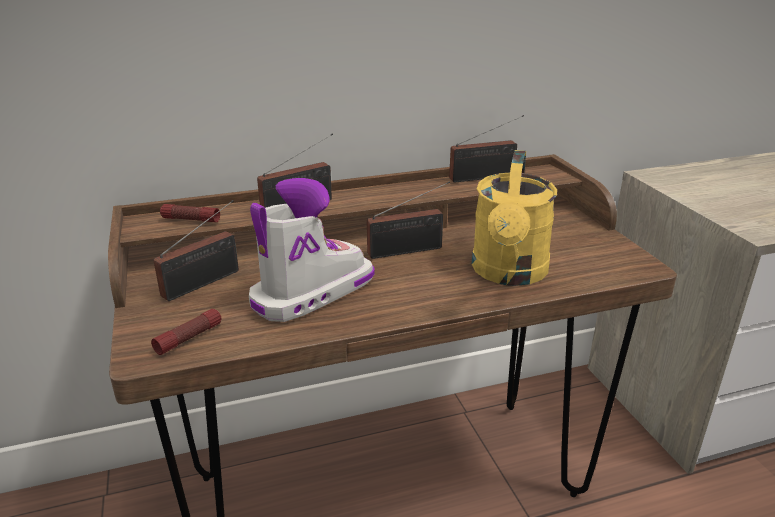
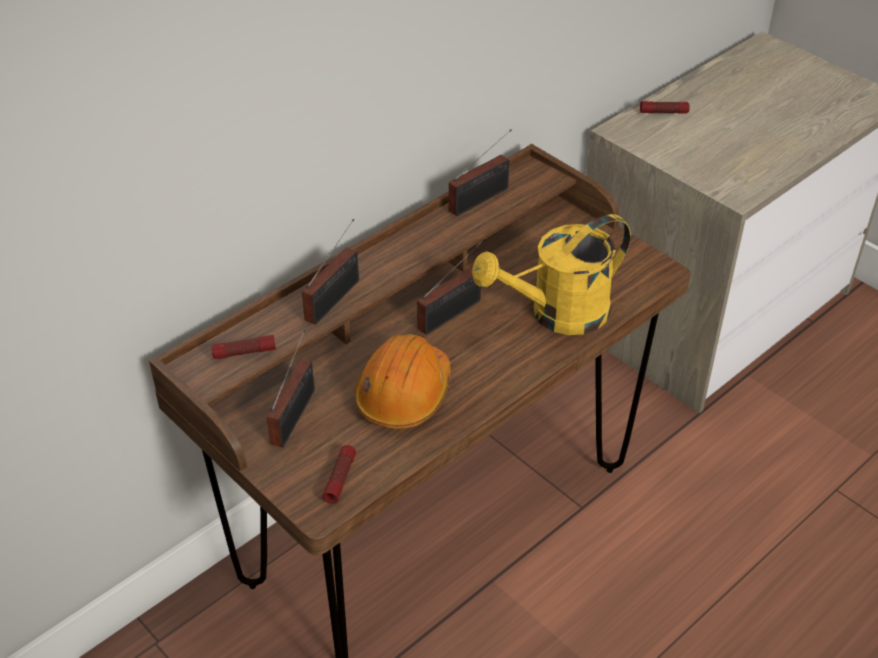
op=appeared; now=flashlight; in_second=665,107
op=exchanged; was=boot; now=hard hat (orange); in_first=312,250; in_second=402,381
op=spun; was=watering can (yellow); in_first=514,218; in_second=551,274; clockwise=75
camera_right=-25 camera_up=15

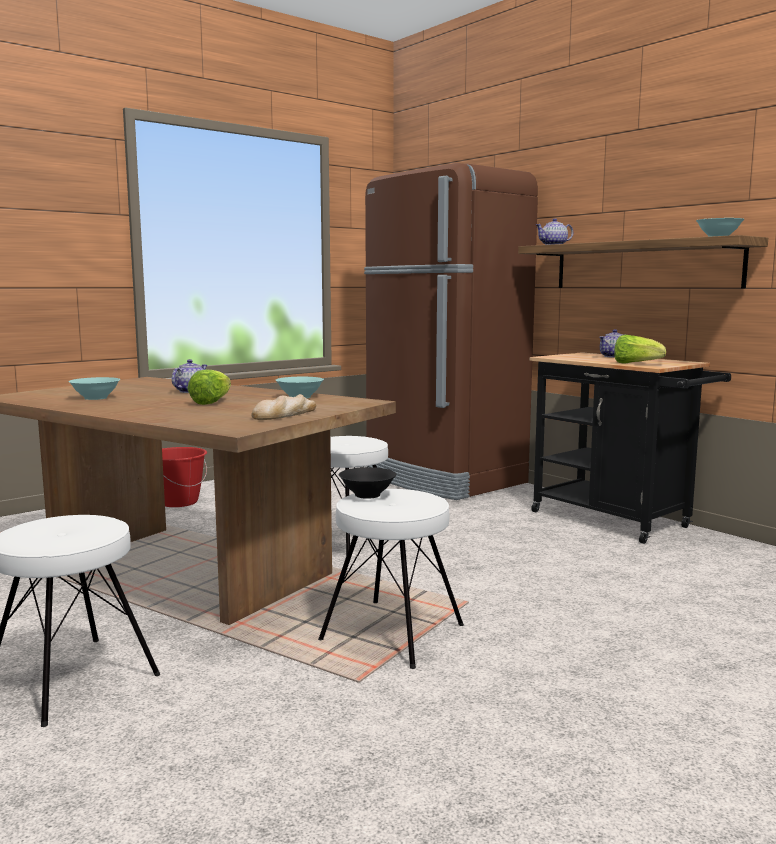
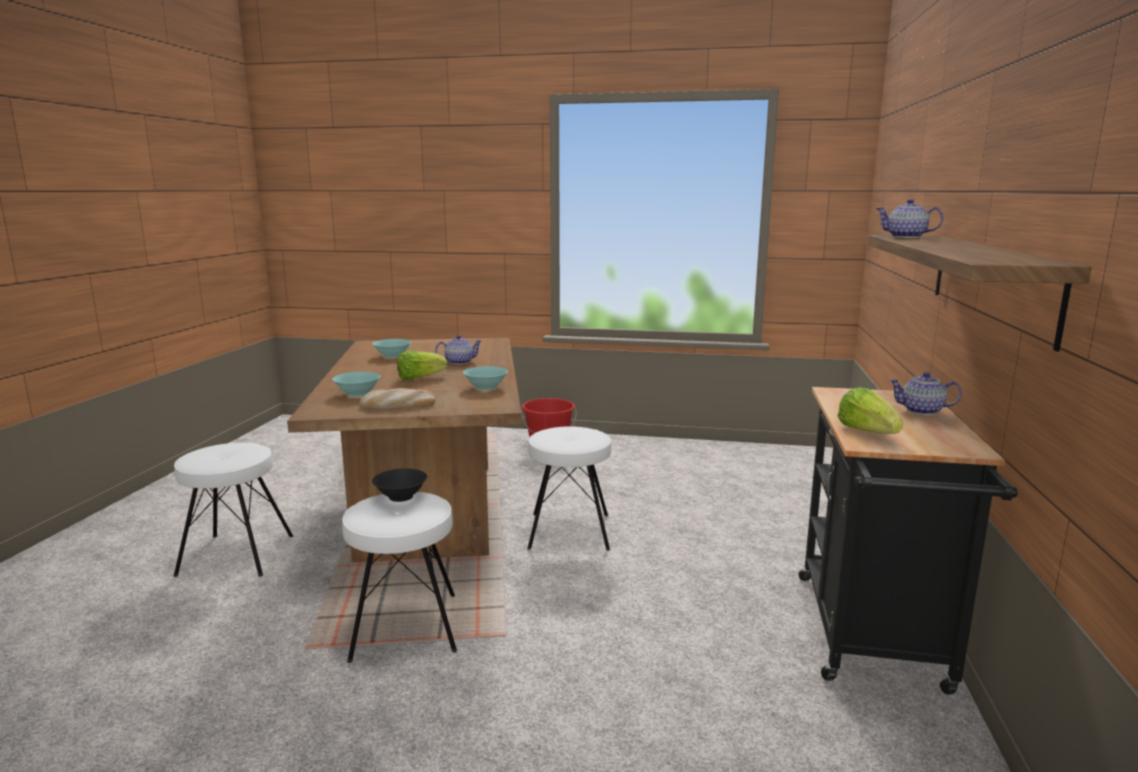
op=missing; was=fridge (brown); in_first=451,331
op=relocated; was=bowl (turquoise); in_first=720,227; in_second=356,384
camera_right=50 camera_up=5

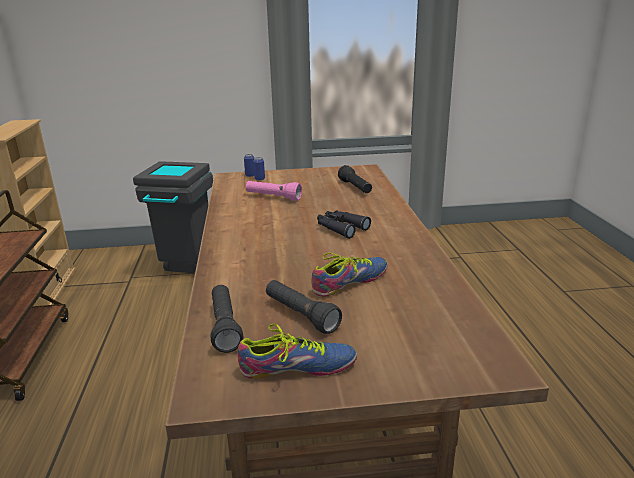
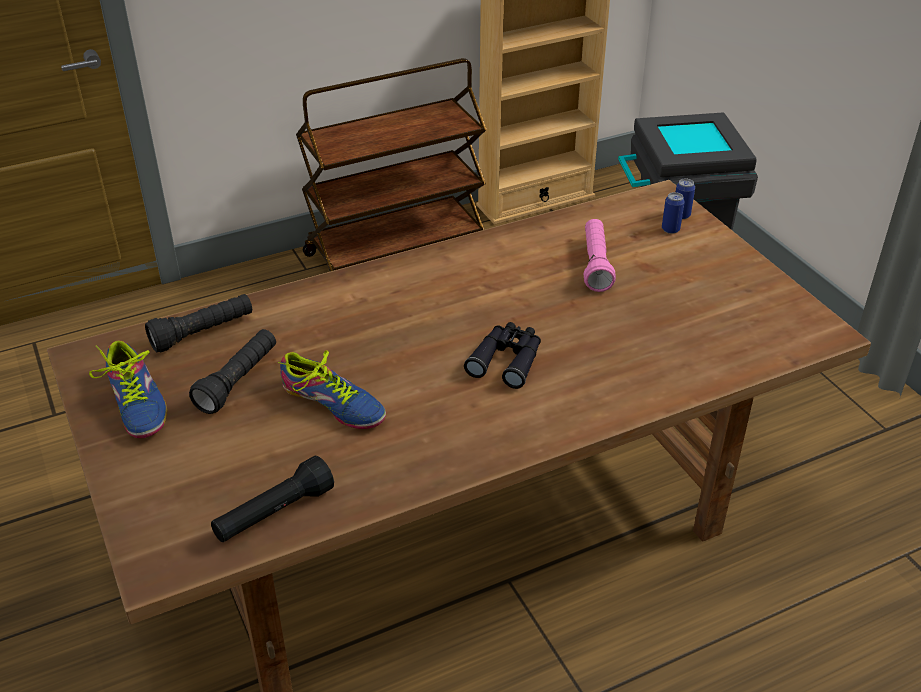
op=relocated; was=flashlight (black); in_first=355,179; in_second=272,499
camera_right=70 camera_up=15

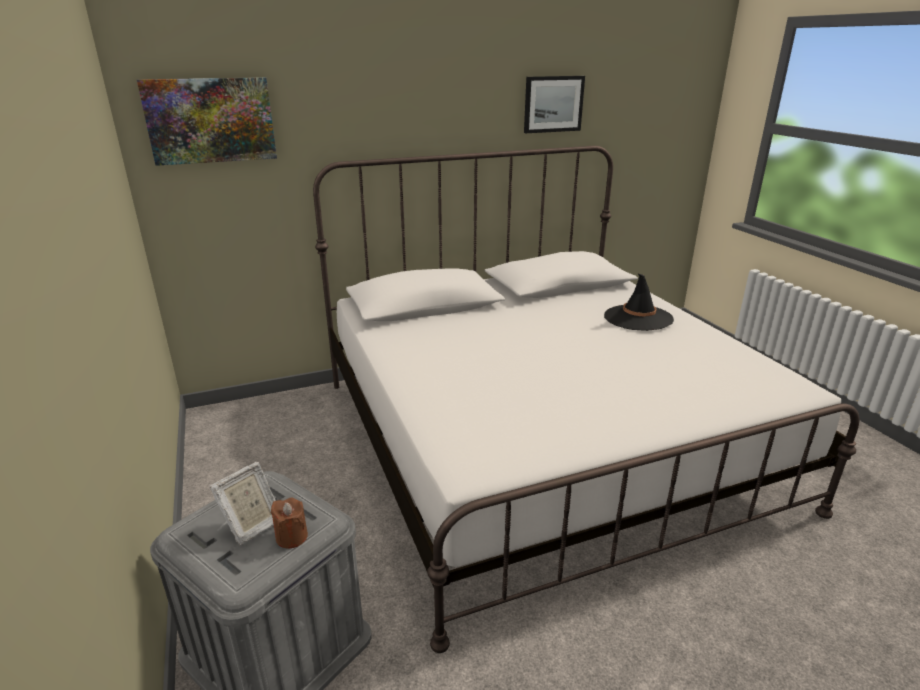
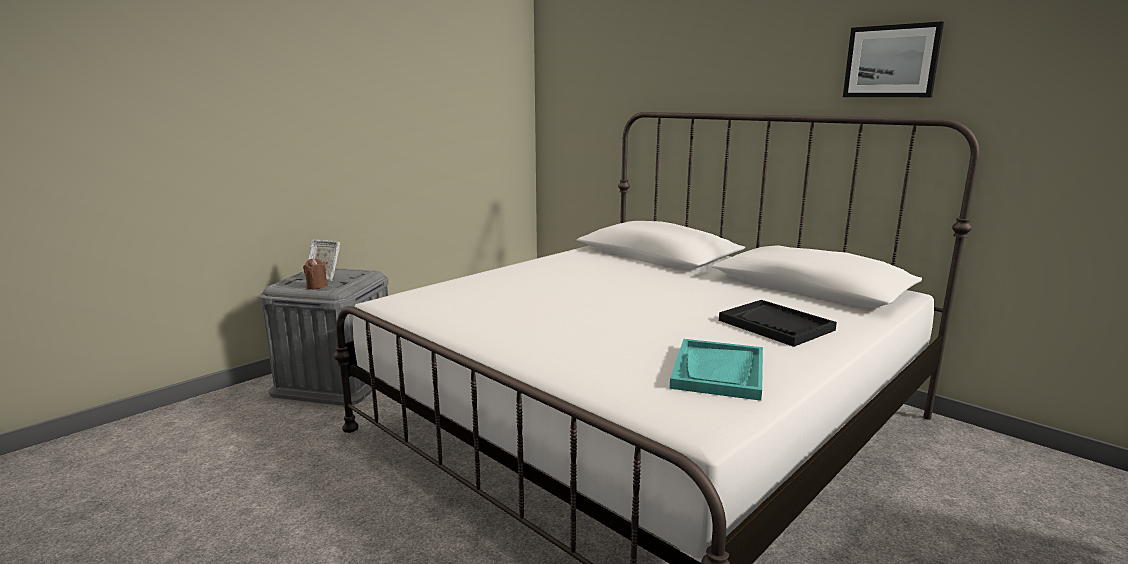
op=missing; was=picture; in_first=207,121
op=appeared; now=tray (turquoise); in_second=716,370
op=exchanged; was=hat (black); now=tray (black); in_first=639,302; in_second=778,323
camera_right=65 camera_up=-10

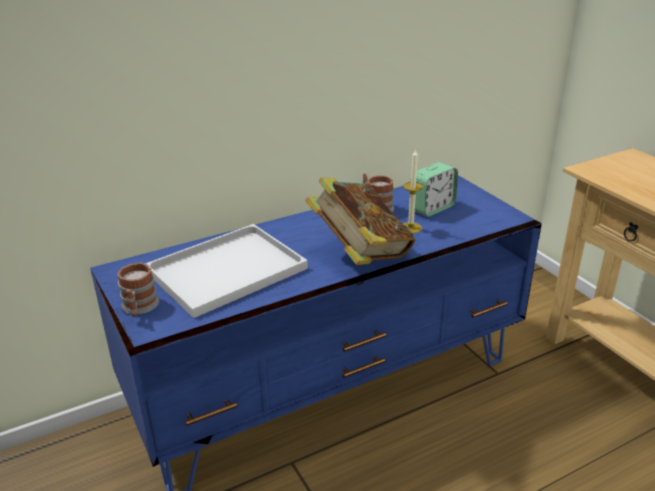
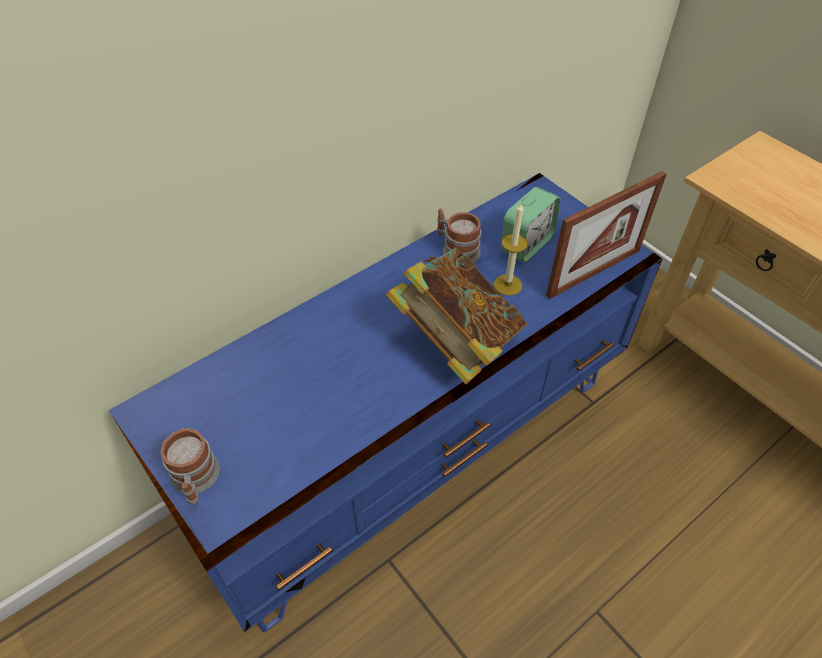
op=missing; was=tray (white); in_first=227,271
op=appeared; now=picture frame; in_second=606,235
camera_right=-10 camera_up=20

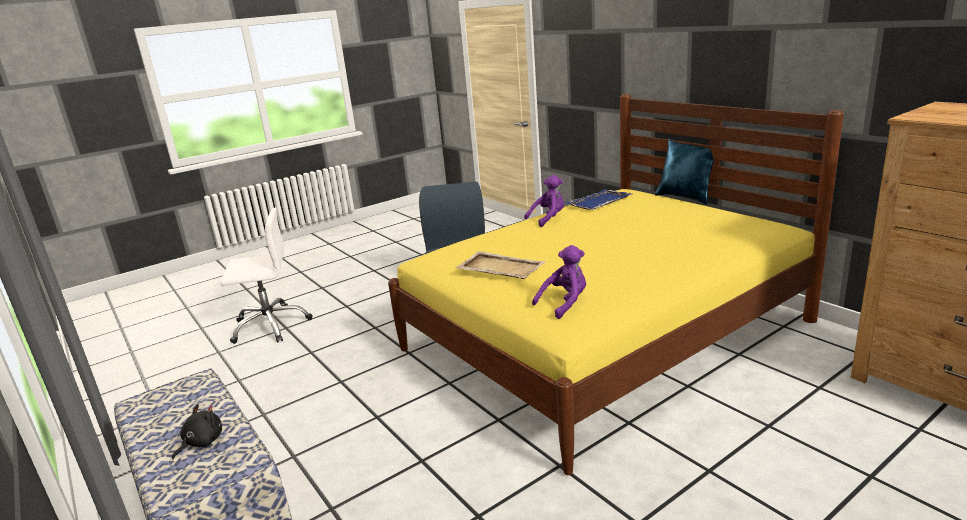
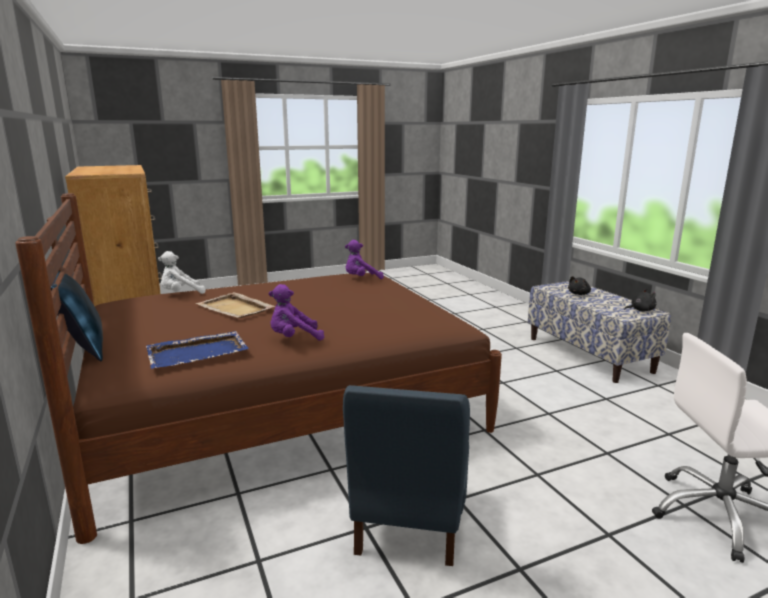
op=appeared; now=plush toy (white); in_second=181,272
op=appeared; now=plush toy (black); in_second=640,300
op=relocated; was=tray (beige); in_first=500,265; in_second=235,305
op=colour; was=bed (yellow); now=bed (brown); in_first=616,284; in_second=258,368
camera_right=-170 camera_up=-5

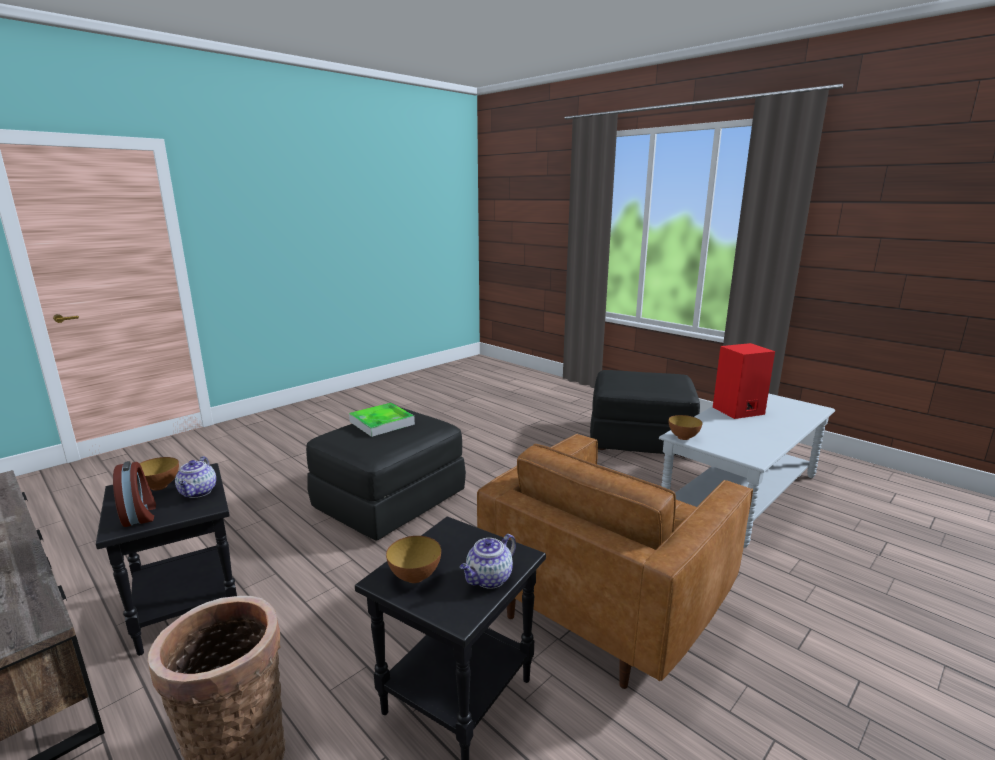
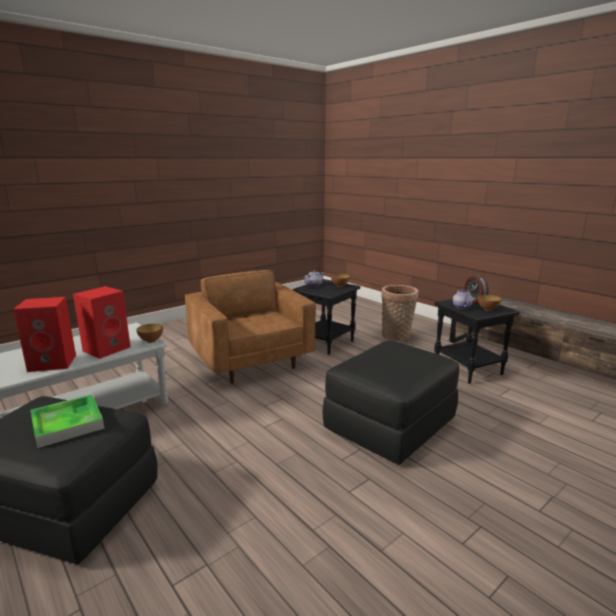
op=appeared; now=speaker (red); in_second=102,322
op=relocated; was=tray; in_first=382,420; in_second=67,421
op=spun; was=armchair (brown); in_first=615,561; in_second=250,327; clockwise=-75
camera_right=-175 camera_up=0

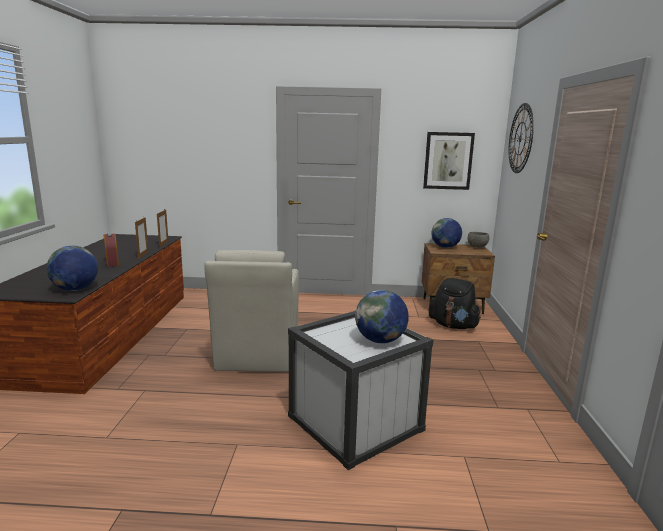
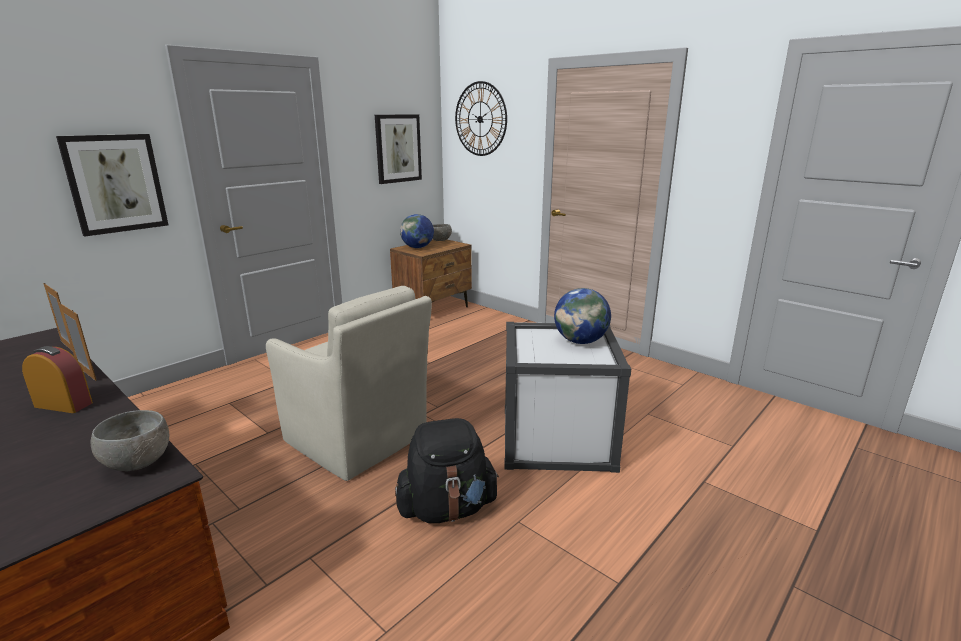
op=appeared; now=picture; in_second=112,185
op=relocated; was=backpack (black); in_first=455,303; in_second=447,470
op=exchanged; was=globe; now=bowl (grey); in_first=72,268; in_second=129,440
camera_right=-50 camera_up=5

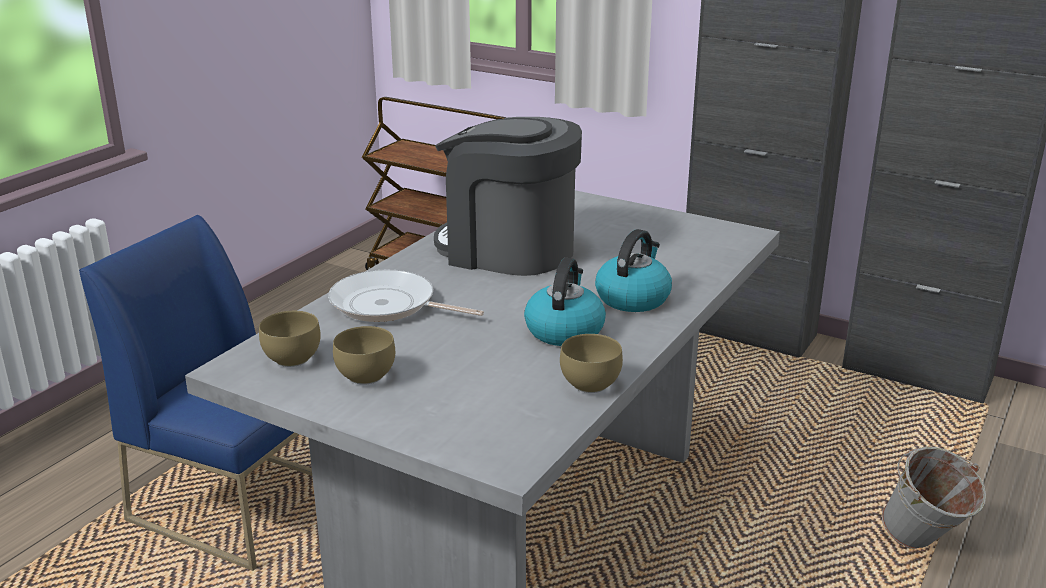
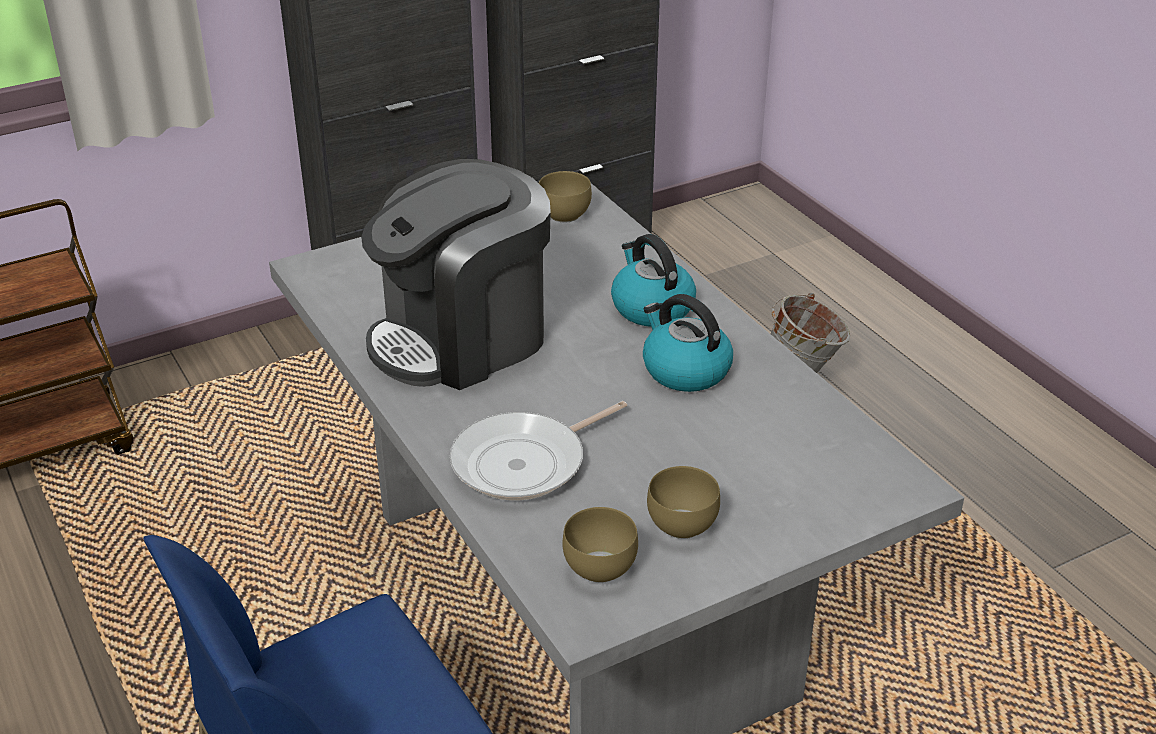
op=relocated; was=bowl (brown); in_first=591,363; in_second=565,197
camera_right=-60 camera_up=10

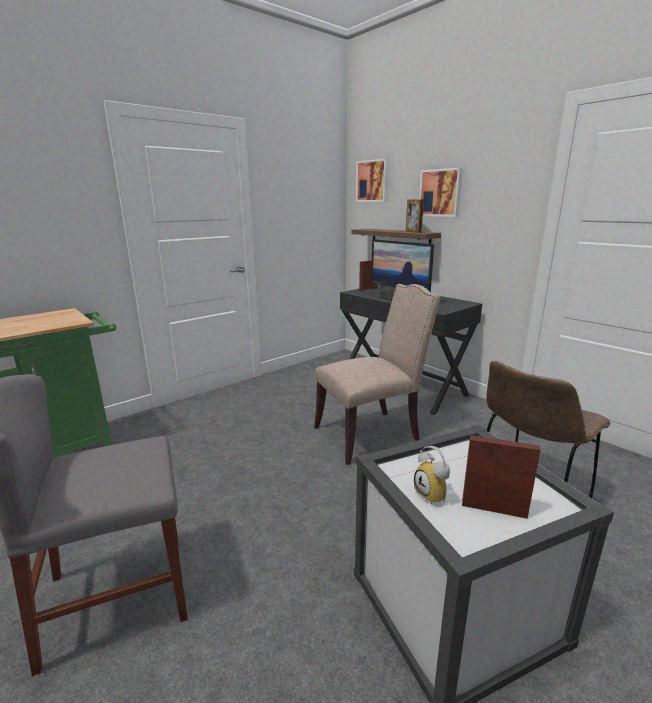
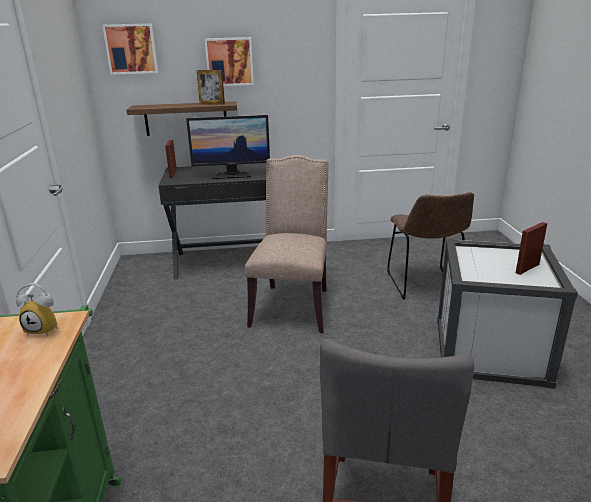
op=relocated; was=alarm clock; in_first=432,475; in_second=36,309
camera_right=-55 camera_up=5

